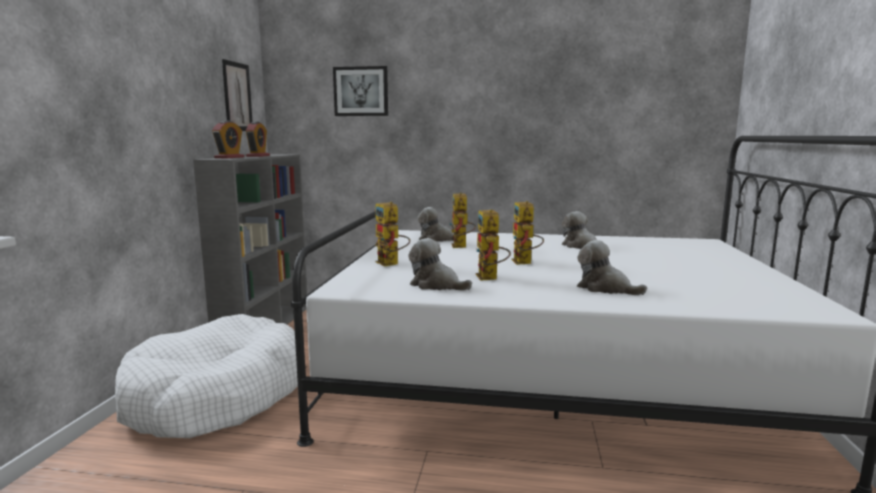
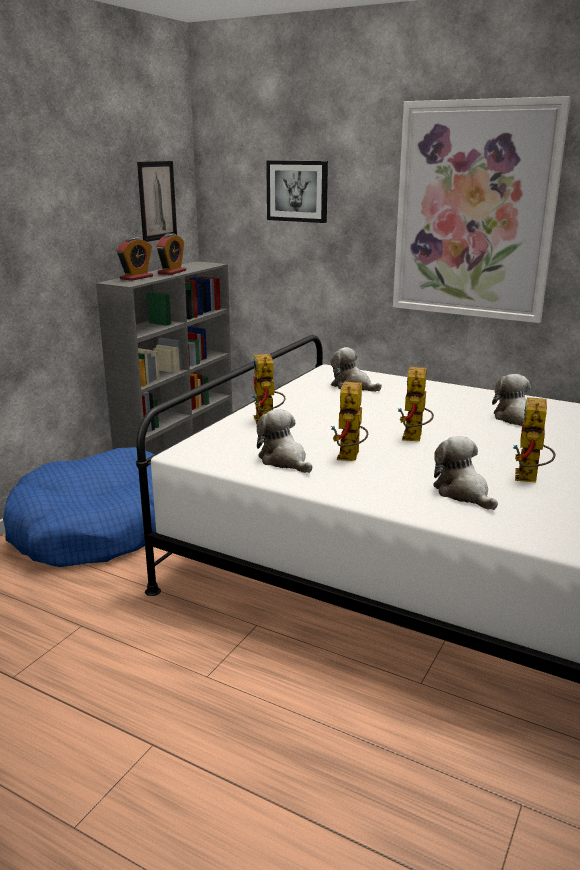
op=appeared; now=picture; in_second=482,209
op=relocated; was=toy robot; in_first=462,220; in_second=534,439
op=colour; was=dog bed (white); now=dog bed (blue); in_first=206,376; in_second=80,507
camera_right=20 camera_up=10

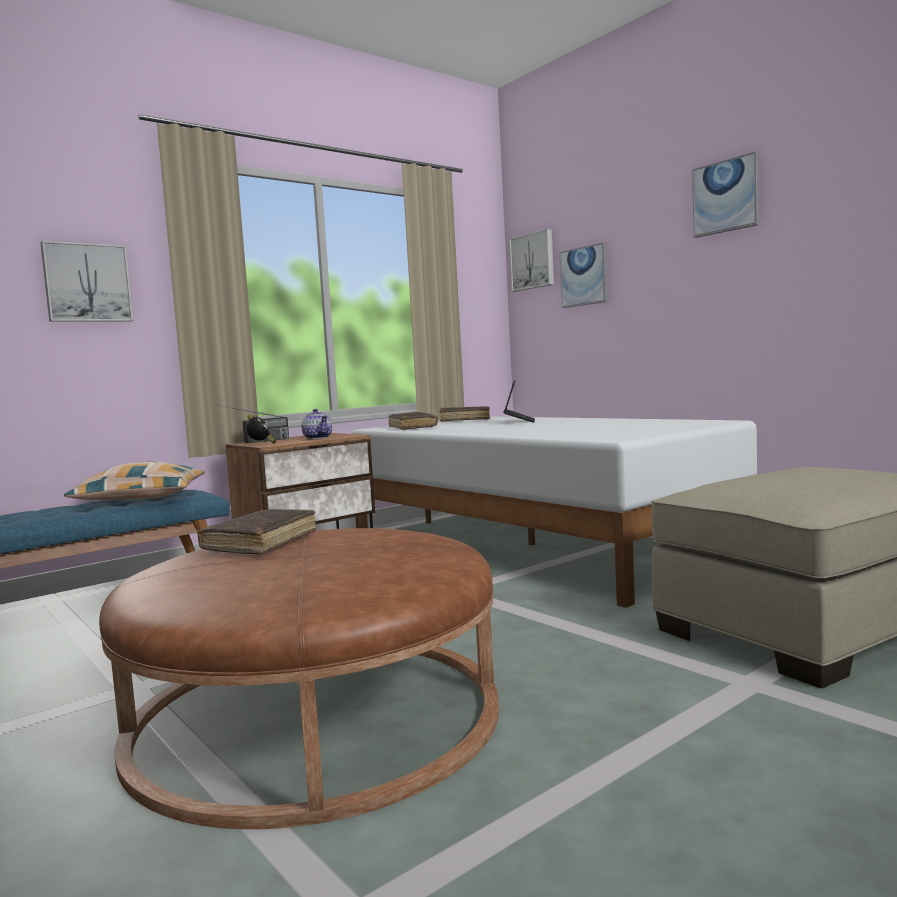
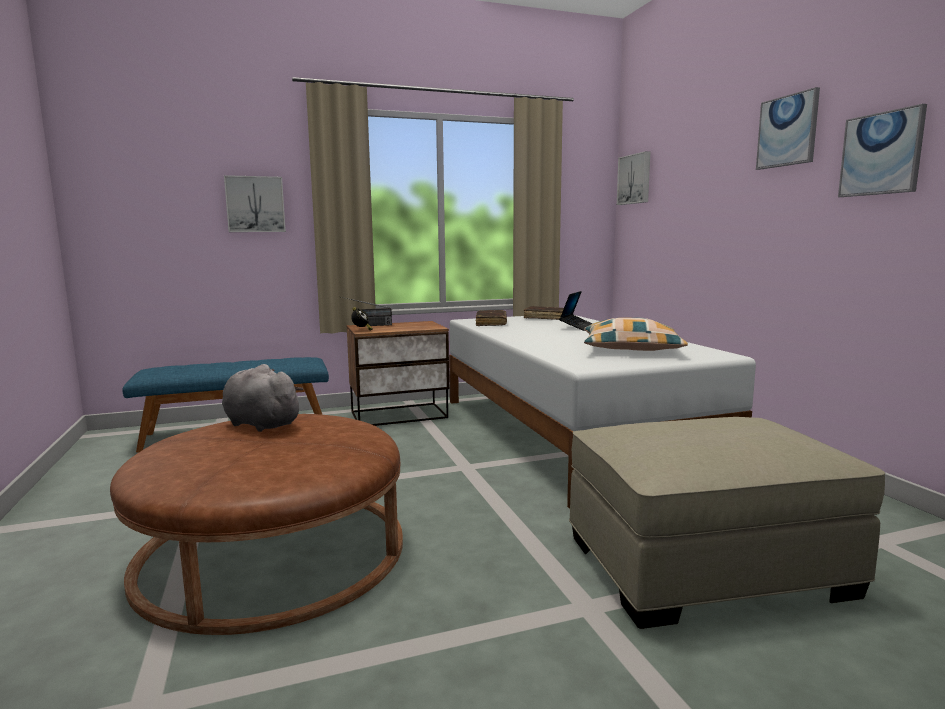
op=missing; was=teapot; in_first=316,424
op=relocated; was=pillow; in_first=134,480; in_second=636,334
op=relocated; was=picture; in_first=584,275; in_second=882,150
op=exchanged; was=book (brown); now=plush toy (grey); in_first=256,532; in_second=263,398
camera_right=20 camera_up=5

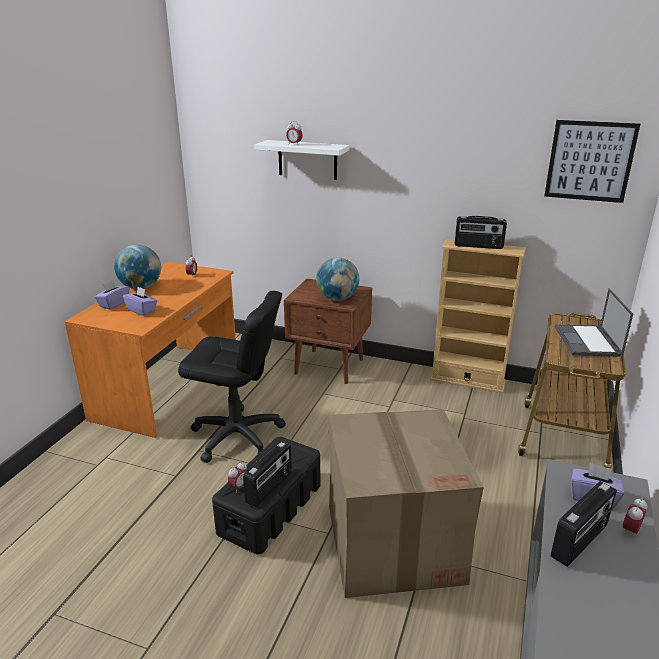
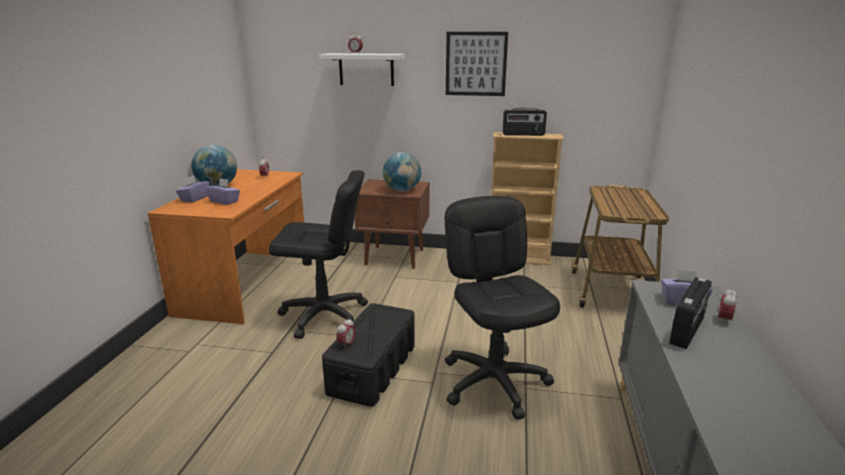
op=missing; was=radio; in_first=267,474
op=missing; was=laptop; in_first=594,322
op=relocated; was=picture; in_first=592,161; in_second=477,64
op=exchanged; was=cardboard box; now=office chair (black); in_first=406,503; in_second=502,308
camera_right=-10 camera_up=-5

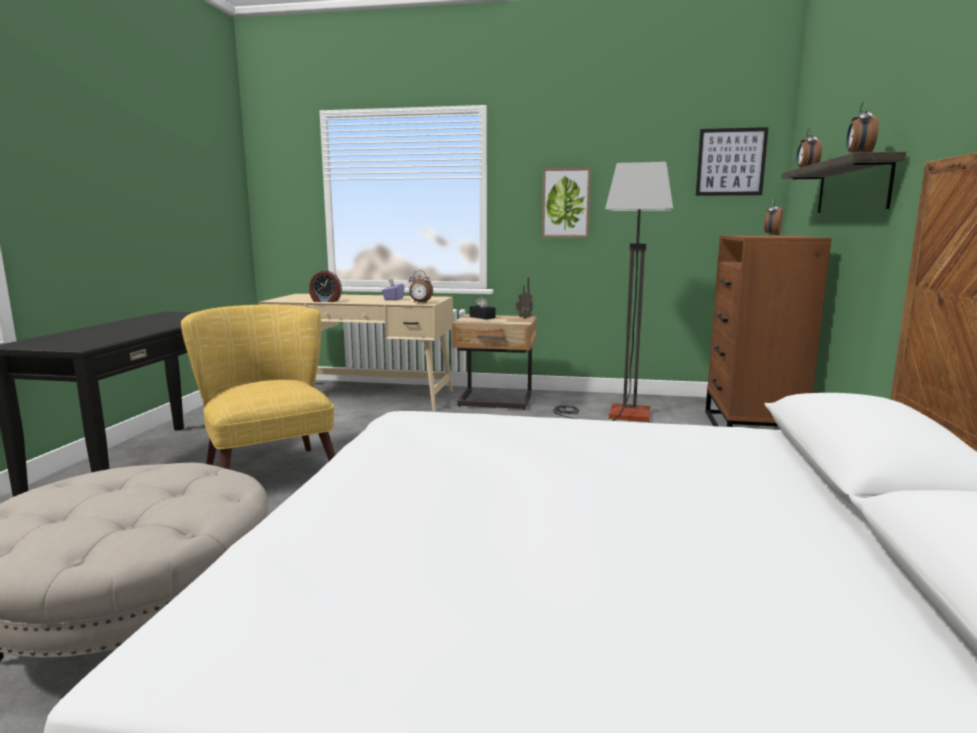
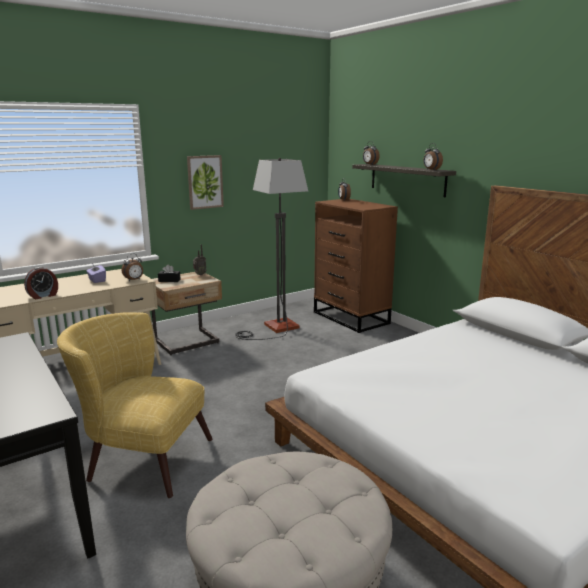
op=missing; was=picture; in_first=732,161
camera_right=-45 camera_up=5

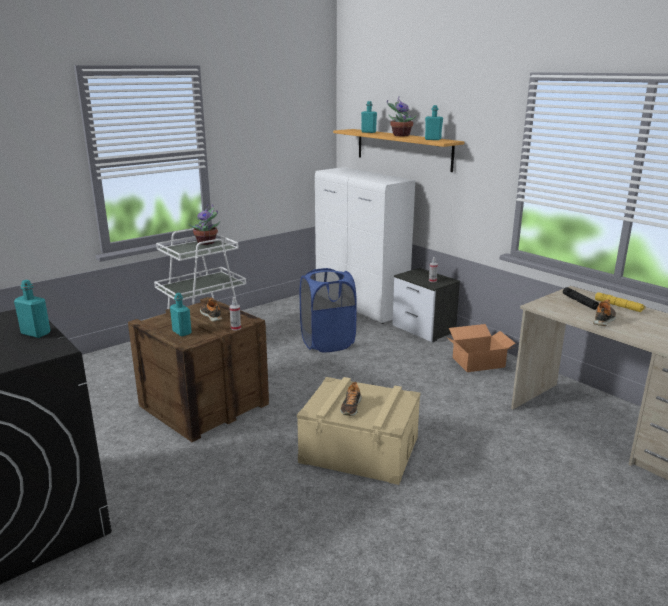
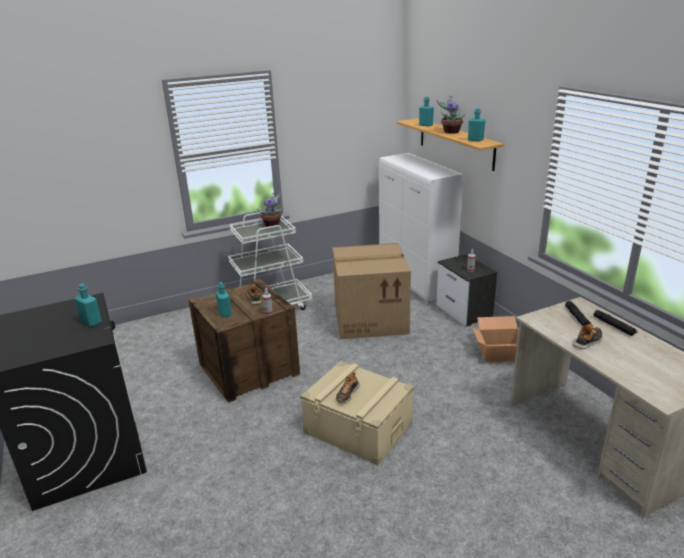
op=exchanged; was=laundry basket (blue); now=cardboard box; in_first=328,310; in_second=371,291
op=colour; was=flashlight (yellow); now=flashlight (black); in_first=620,302; in_second=615,323
camera_right=15 camera_up=5

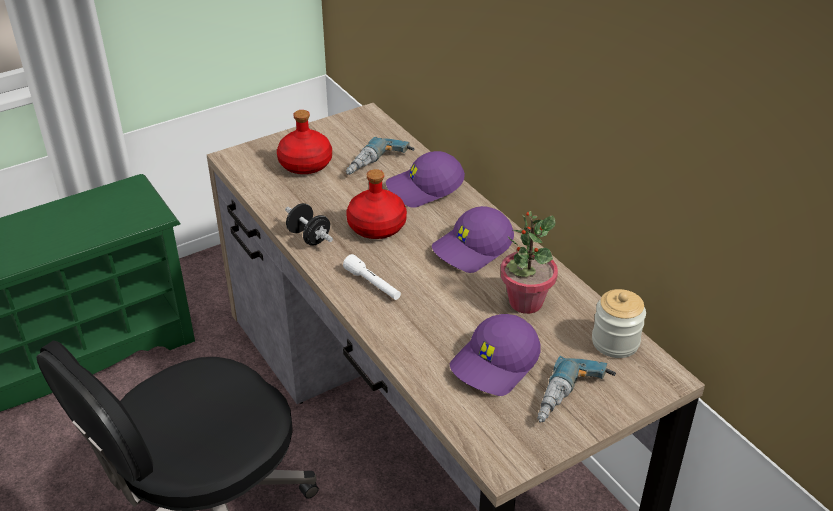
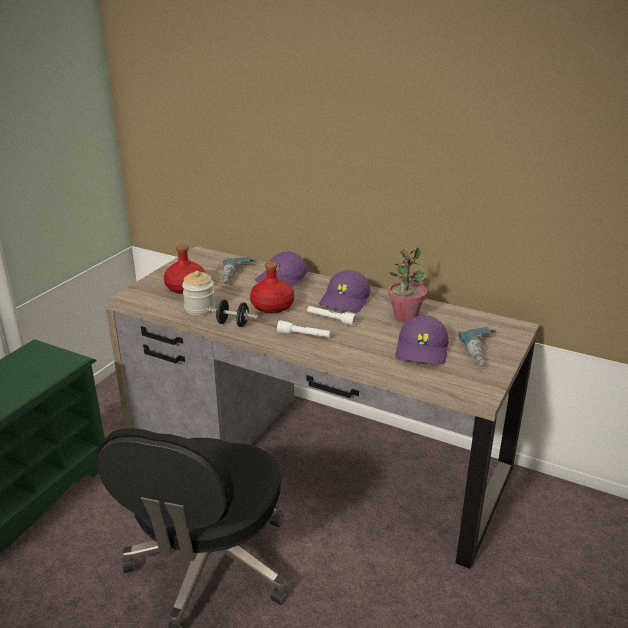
op=appeared; now=flashlight (white); in_second=332,316
op=relocated; was=jar; in_first=619,323; in_second=199,293
camera_right=-30 camera_up=-10

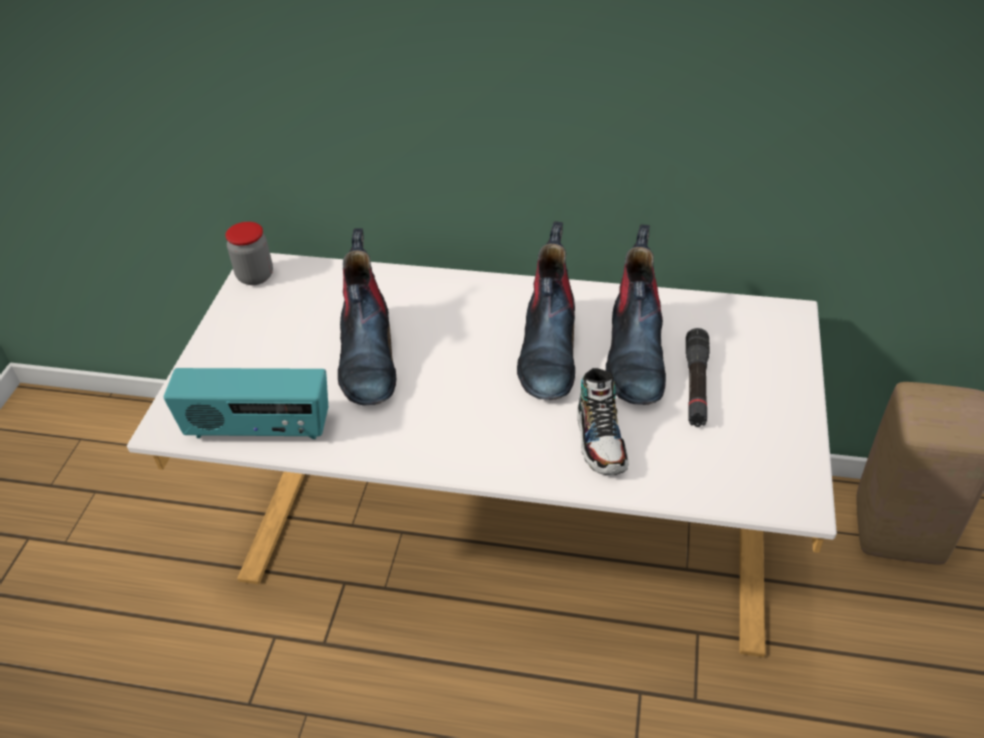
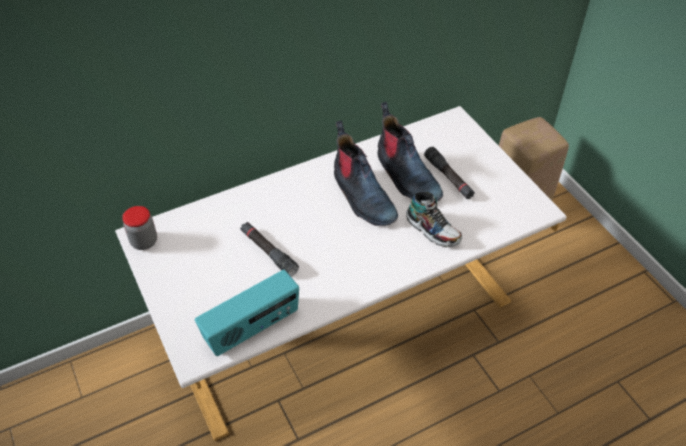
op=exchanged; was=boot; now=flashlight (black); in_first=367,317; in_second=269,249
camera_right=-40 camera_up=5

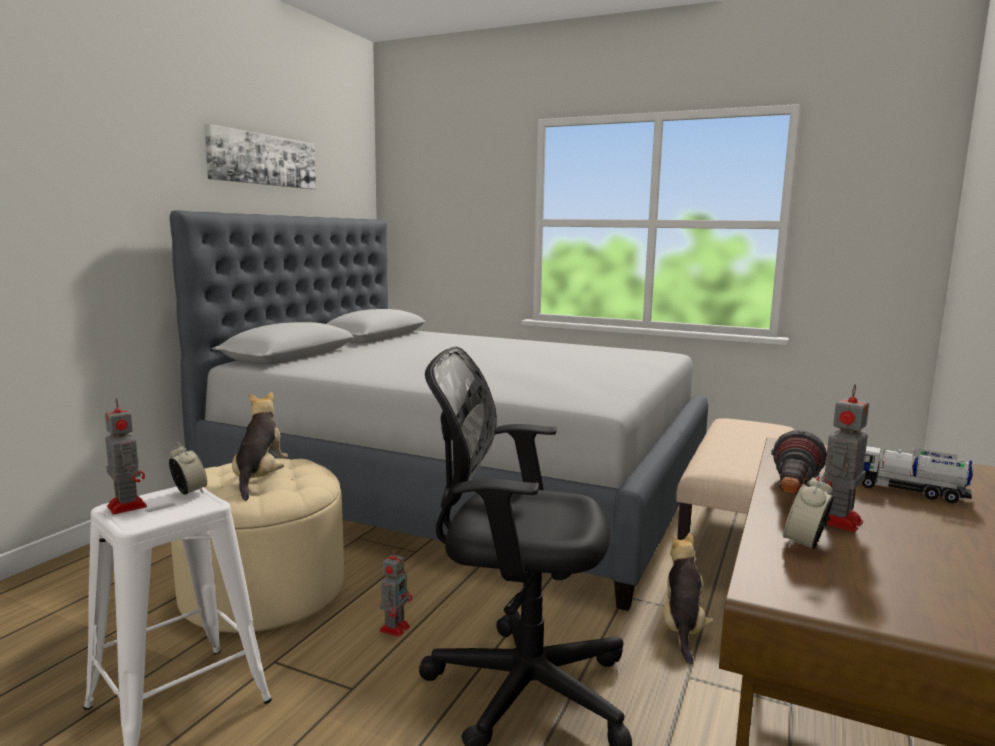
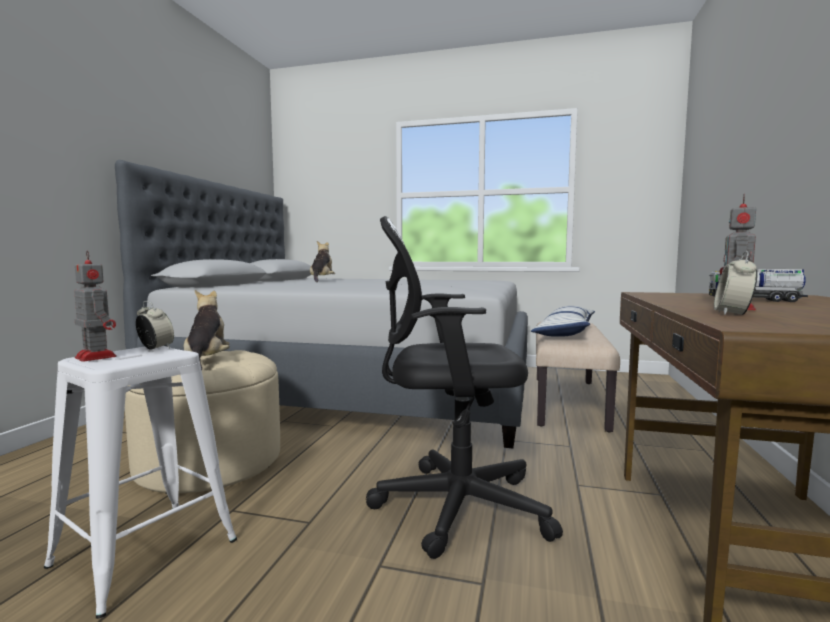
op=missing; was=picture; in_first=260,156
op=missing; was=toy robot; in_first=396,592
op=missing; was=flashlight; in_first=799,462
op=appeared; now=pillow; in_second=563,321
op=relocated; was=plush toy; in_first=688,598; in_second=322,261
camera_right=-10 camera_up=-5

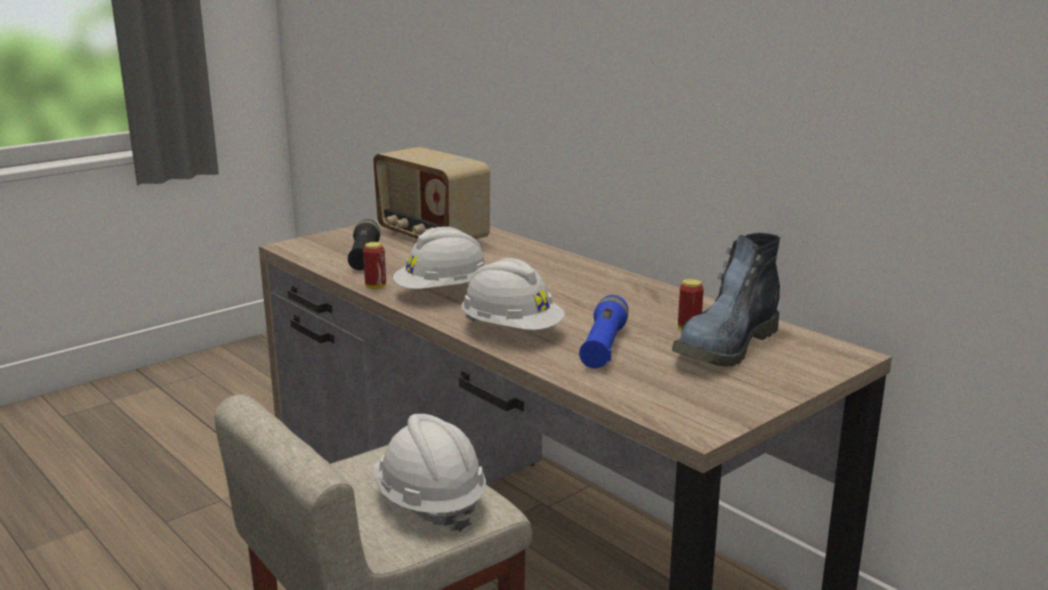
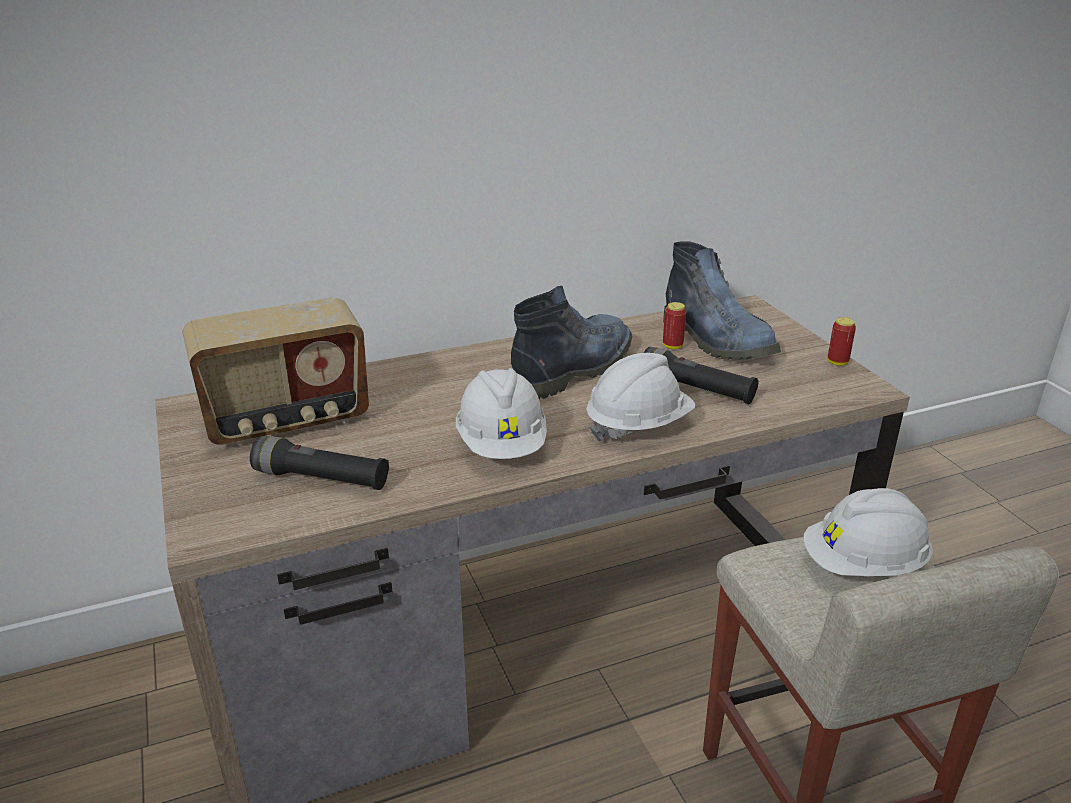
op=appeared; now=boot; in_second=571,342
op=relocated; was=can; in_first=374,265; in_second=842,341
op=colour; was=flashlight (blue); now=flashlight (black); in_first=603,331; in_second=701,375
camera_right=-70 camera_up=10

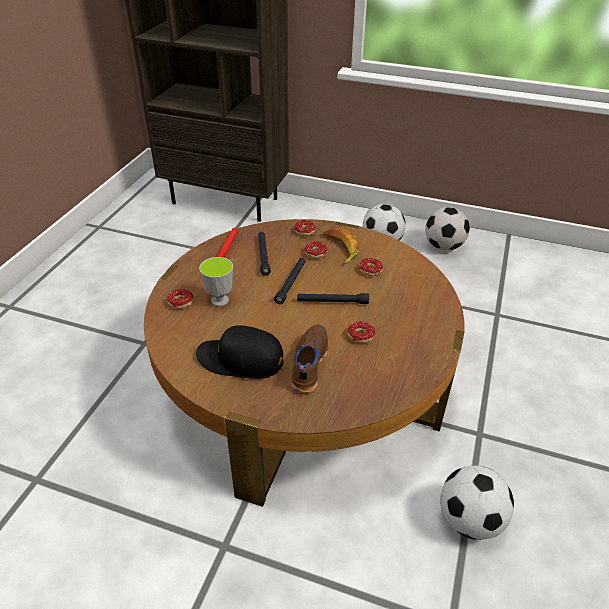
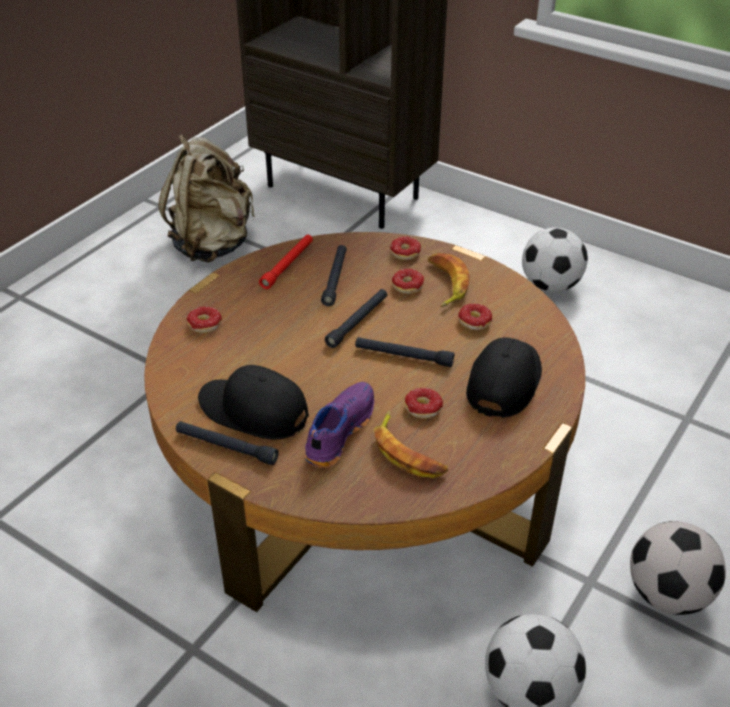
op=missing; was=cup; in_first=216,282
op=appeared; now=backpack (beige); in_second=206,198
op=appeared; now=flashlight (black); in_second=227,443
op=appeared; now=banana; in_second=411,444
op=appeared; now=cap (black); in_second=504,378
op=relocated; was=football; in_first=447,228; in_second=678,568
op=colour; was=shoe (brown); now=shoe (purple); in_first=310,358; in_second=339,425
camera_right=15 camera_up=0

